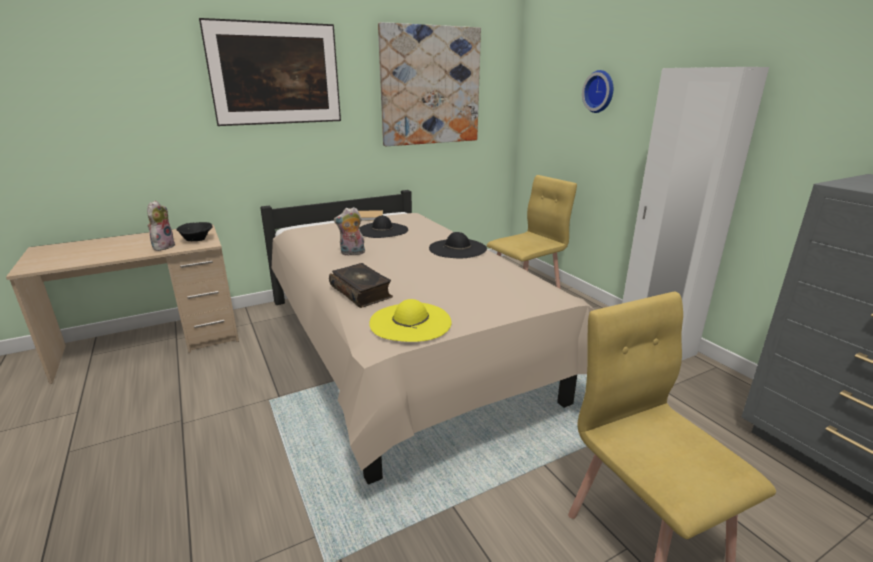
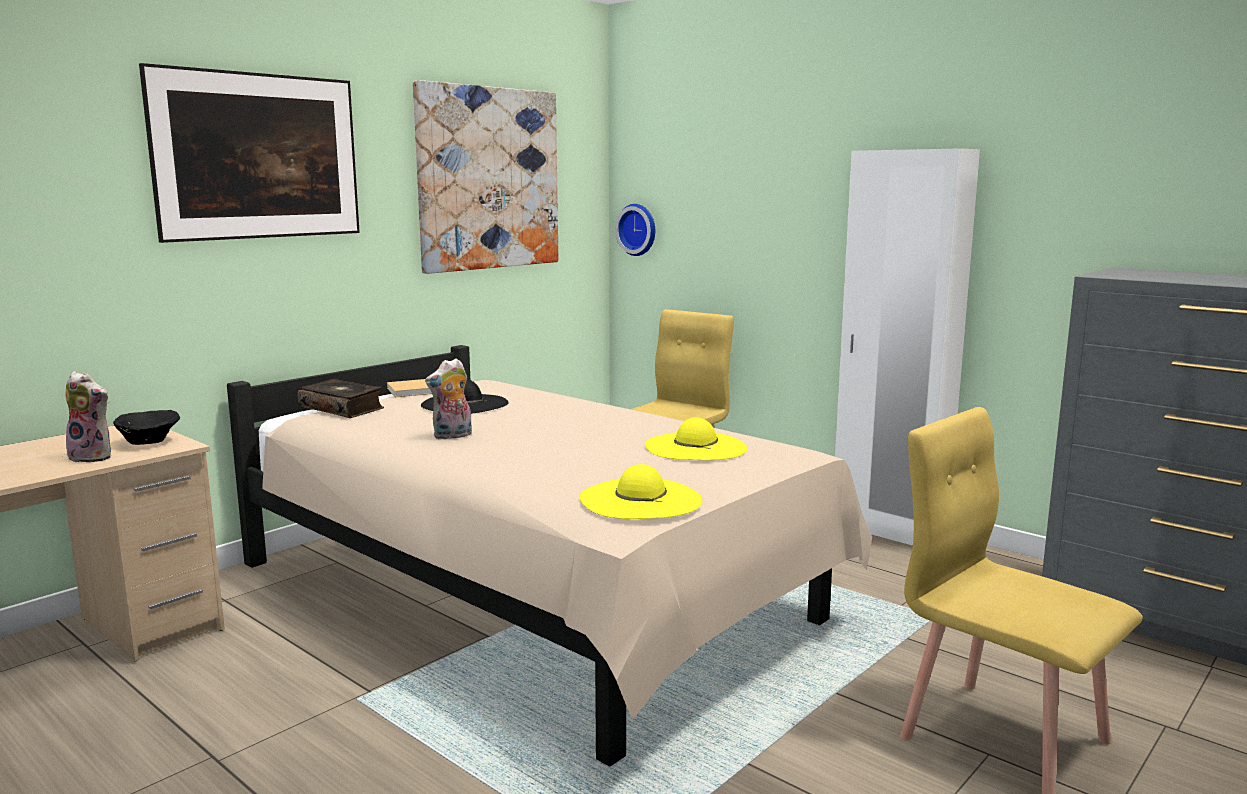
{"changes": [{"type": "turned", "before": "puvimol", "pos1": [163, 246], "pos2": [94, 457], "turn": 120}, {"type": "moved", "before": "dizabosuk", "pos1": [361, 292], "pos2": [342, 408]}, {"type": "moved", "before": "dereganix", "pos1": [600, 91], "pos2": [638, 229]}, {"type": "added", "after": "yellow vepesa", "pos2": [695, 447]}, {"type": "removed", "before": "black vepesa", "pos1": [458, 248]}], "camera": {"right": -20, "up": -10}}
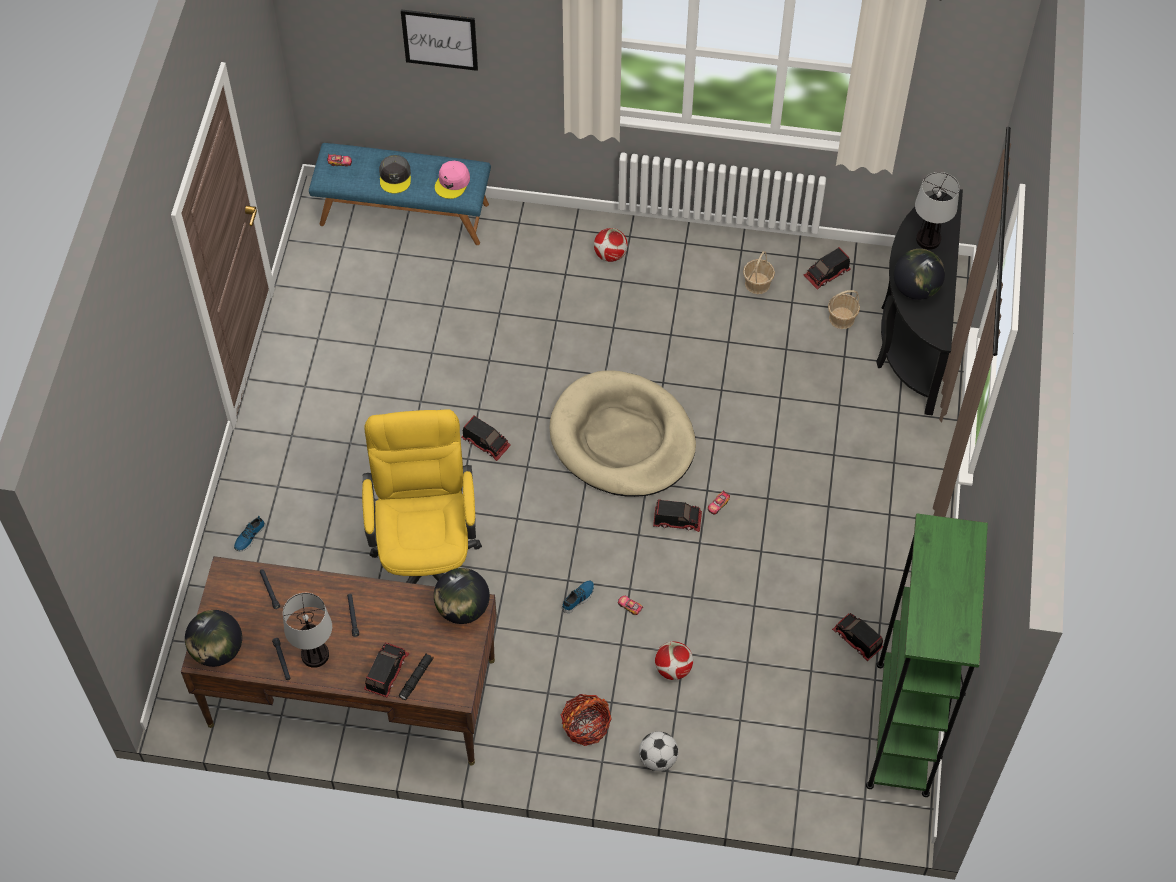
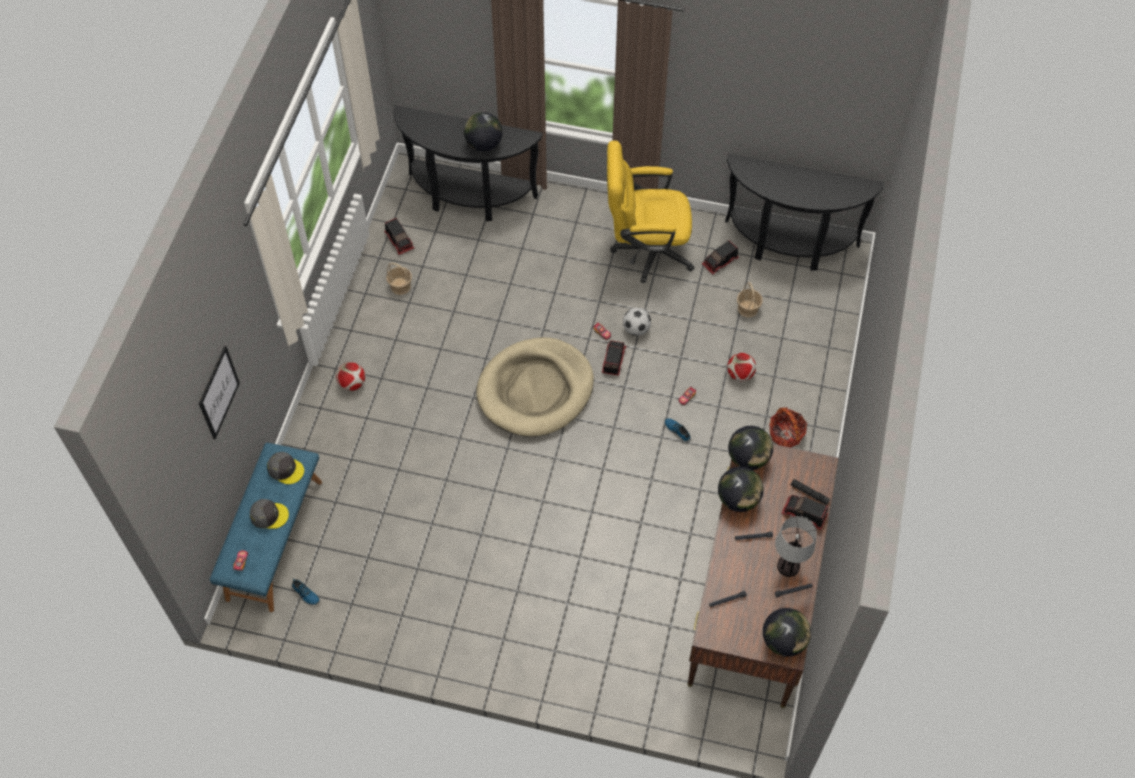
{"changes": [{"type": "recoloured", "before": "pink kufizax", "after": "grey kufizax", "pos1": [452, 182], "pos2": [285, 469]}, {"type": "moved", "before": "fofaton", "pos1": [249, 536], "pos2": [305, 594]}, {"type": "moved", "before": "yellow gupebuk", "pos1": [426, 554], "pos2": [645, 250]}, {"type": "moved", "before": "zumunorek", "pos1": [657, 759], "pos2": [636, 329]}, {"type": "added", "after": "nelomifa", "pos2": [738, 499]}, {"type": "replaced", "before": "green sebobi", "after": "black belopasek", "pos1": [902, 728], "pos2": [789, 245]}, {"type": "moved", "before": "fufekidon", "pos1": [842, 318], "pos2": [748, 308]}, {"type": "removed", "before": "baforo", "pos1": [486, 442]}, {"type": "removed", "before": "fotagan", "pos1": [928, 239]}], "camera": {"right": -85, "up": 0}}
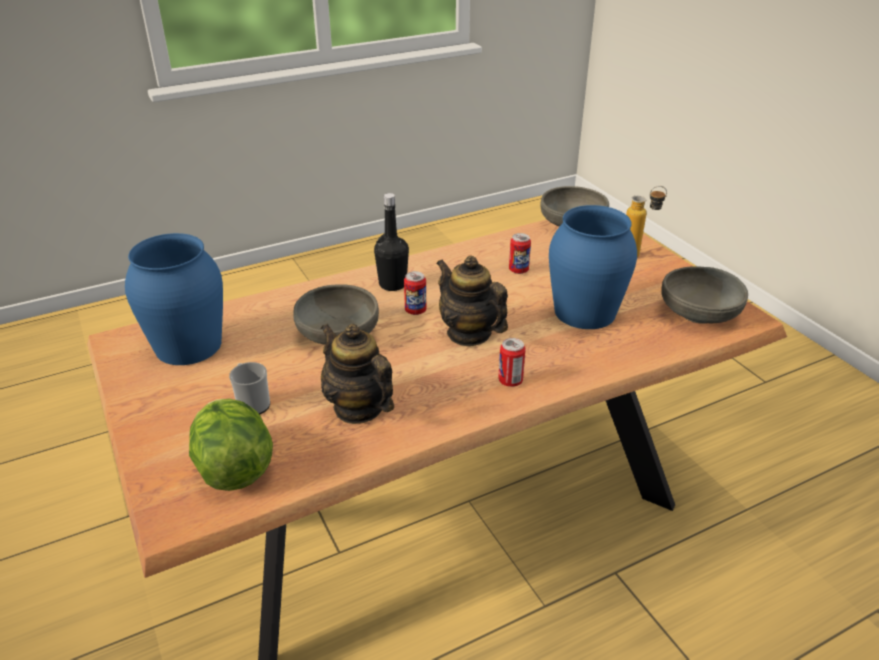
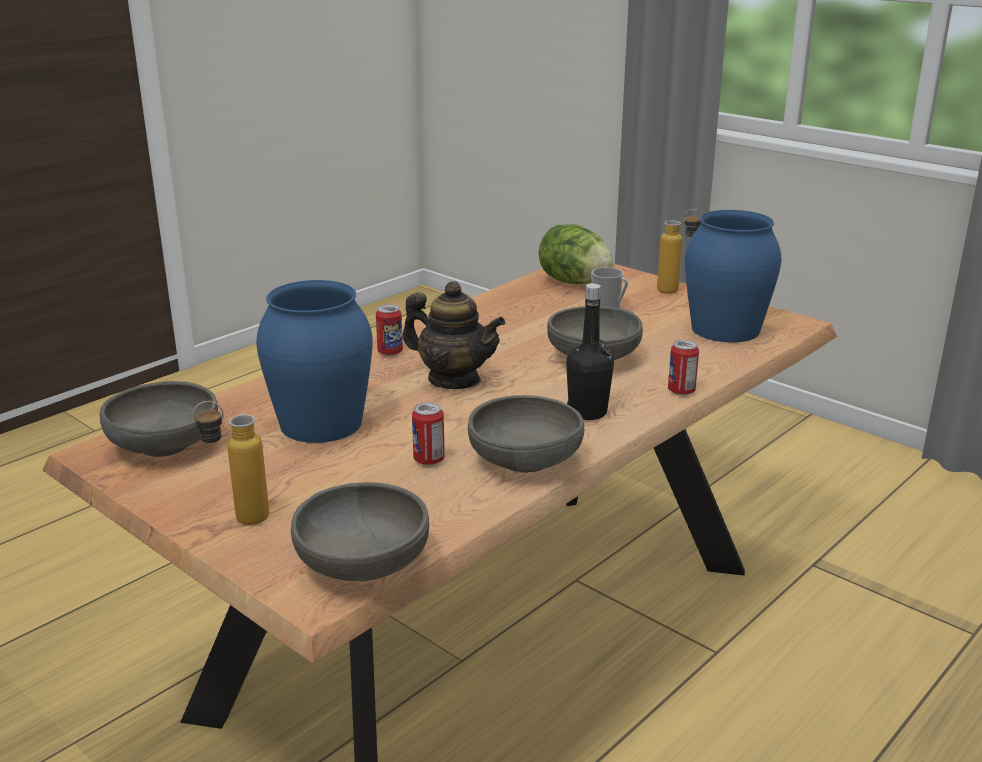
{"changes": [{"type": "added", "after": "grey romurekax", "pos2": [524, 461]}, {"type": "added", "after": "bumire", "pos2": [676, 292]}, {"type": "moved", "before": "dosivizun", "pos1": [415, 311], "pos2": [681, 391]}, {"type": "removed", "before": "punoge", "pos1": [358, 407]}], "camera": {"right": 160, "up": -10}}
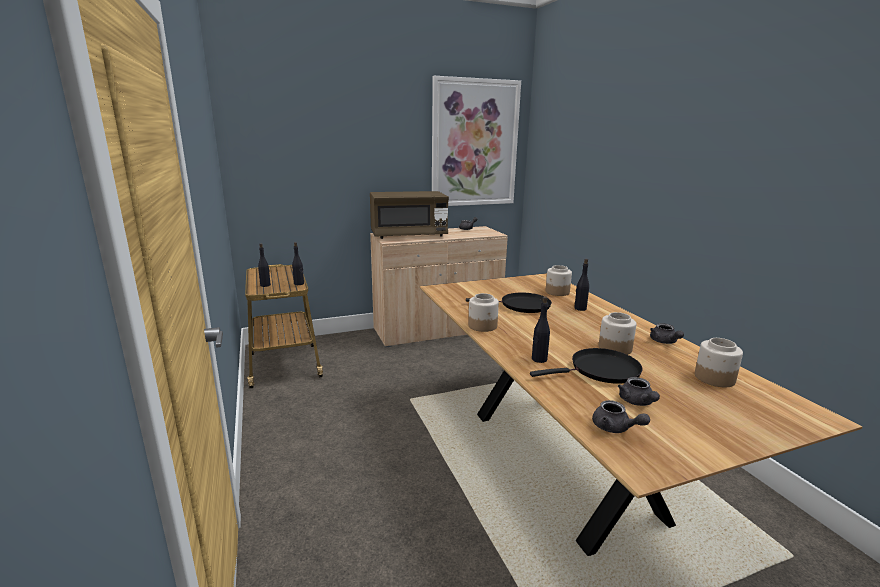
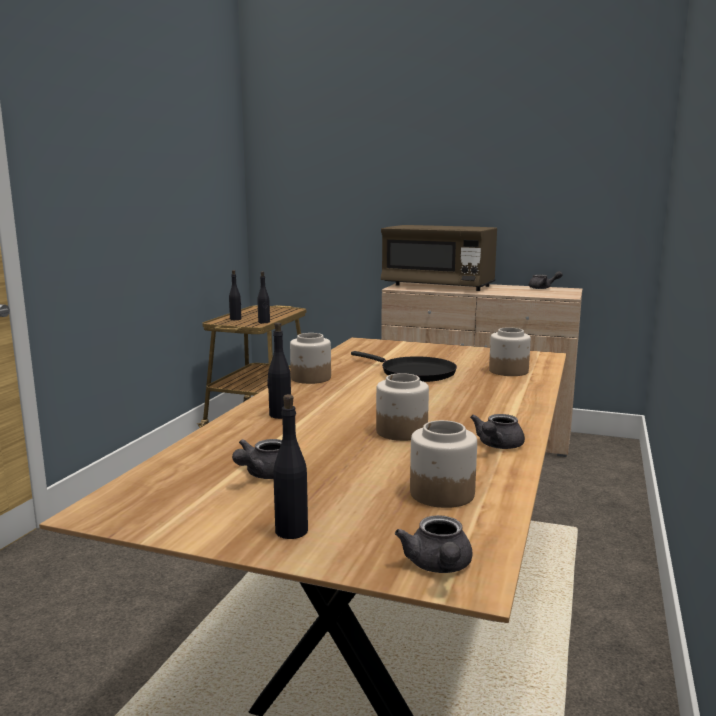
{"changes": [{"type": "moved", "before": "black bumire", "pos1": [580, 308], "pos2": [291, 531]}, {"type": "moved", "before": "grey punoge", "pos1": [615, 428], "pos2": [439, 566]}, {"type": "removed", "before": "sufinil", "pos1": [474, 144]}, {"type": "removed", "before": "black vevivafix", "pos1": [600, 370]}], "camera": {"right": 40, "up": -5}}
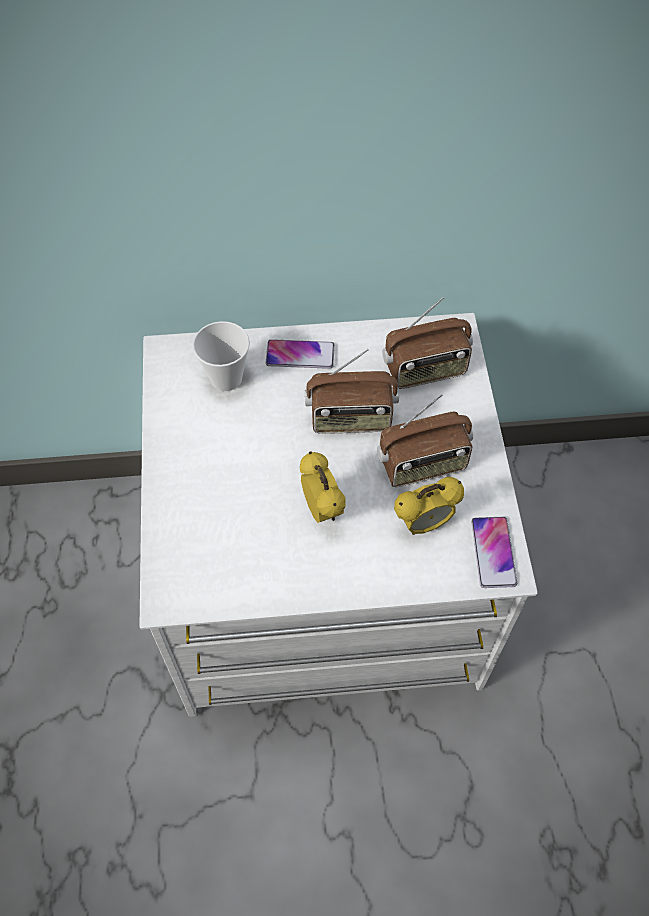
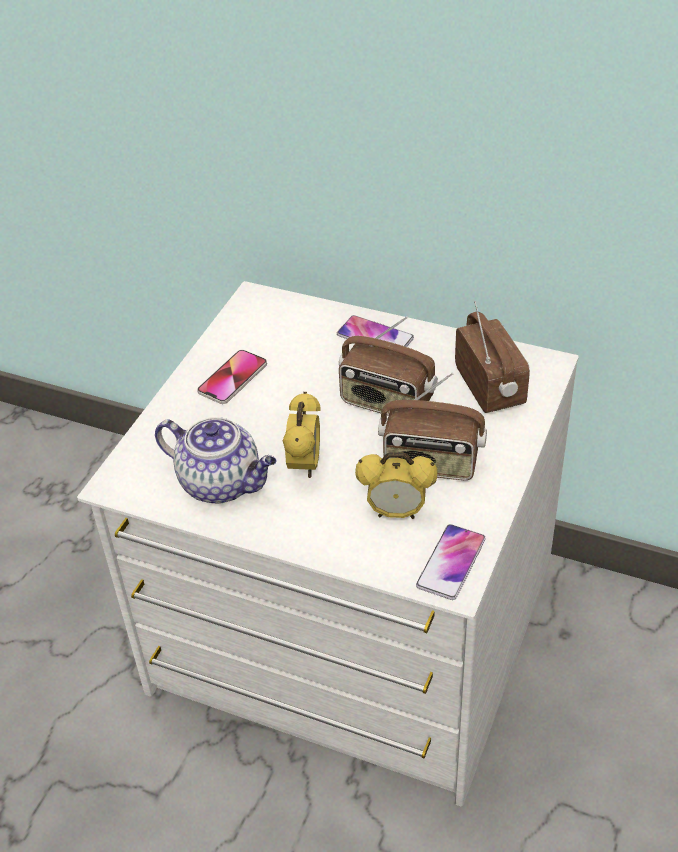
{"changes": [{"type": "added", "after": "punoge", "pos2": [222, 483]}, {"type": "added", "after": "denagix", "pos2": [232, 378]}, {"type": "turned", "before": "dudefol", "pos1": [425, 370], "pos2": [491, 387], "turn": -120}, {"type": "removed", "before": "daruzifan", "pos1": [226, 378]}], "camera": {"right": 30, "up": -15}}
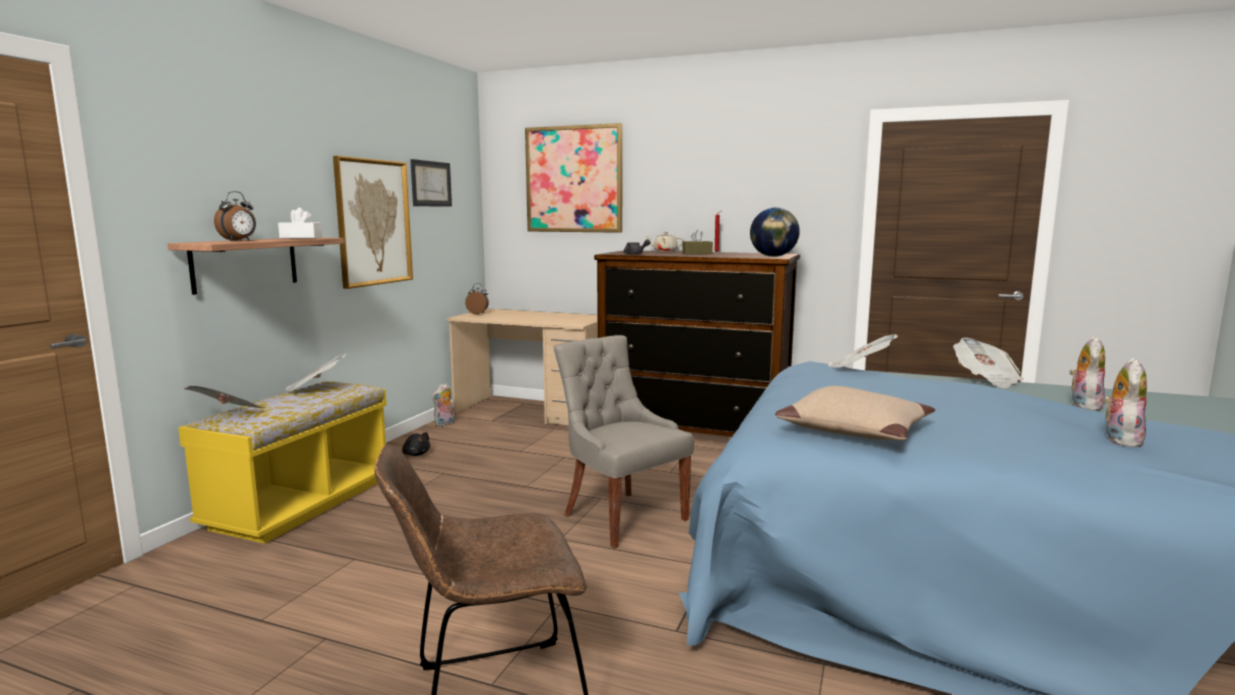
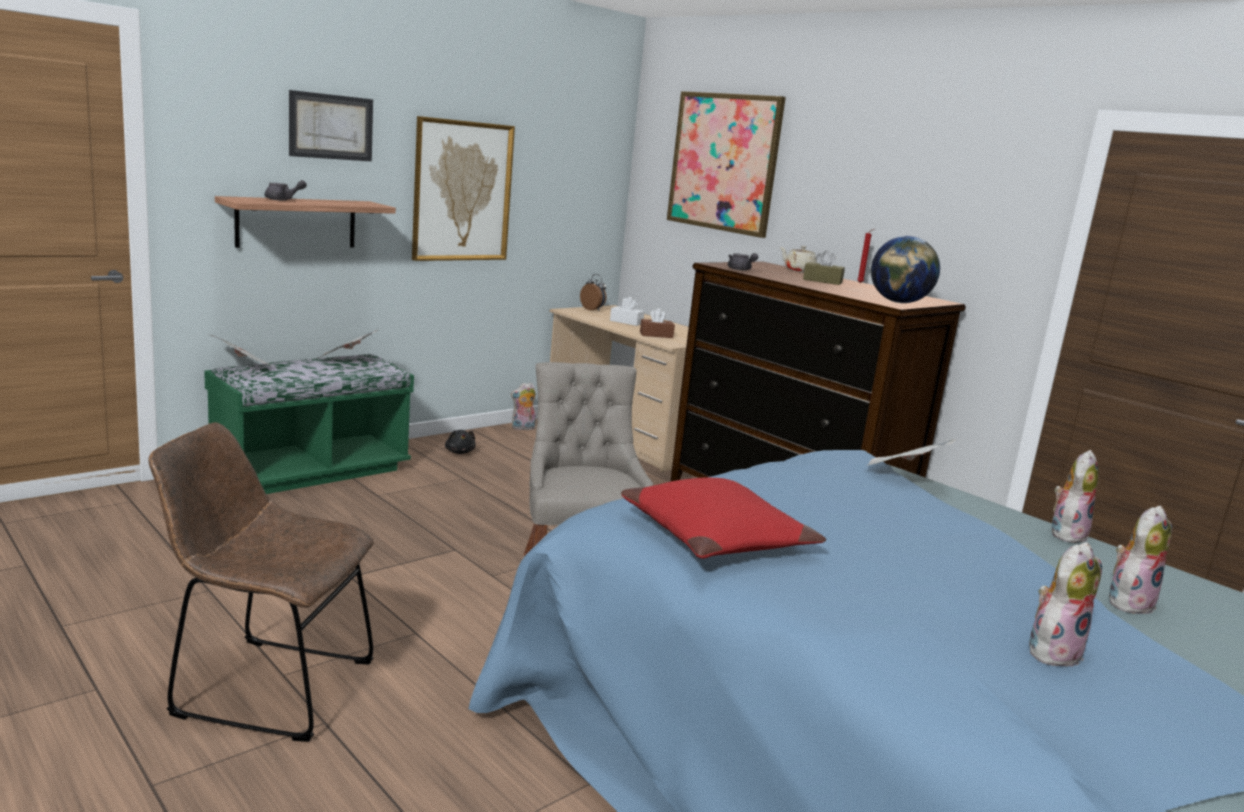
{"changes": [{"type": "recoloured", "before": "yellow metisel", "after": "green metisel", "pos1": [300, 504], "pos2": [311, 471]}, {"type": "replaced", "before": "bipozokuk", "after": "grey punoge", "pos1": [239, 240], "pos2": [283, 200]}, {"type": "moved", "before": "sufinil", "pos1": [431, 184], "pos2": [331, 127]}, {"type": "moved", "before": "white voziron", "pos1": [301, 238], "pos2": [626, 322]}, {"type": "recoloured", "before": "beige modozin", "after": "red modozin", "pos1": [855, 430], "pos2": [717, 537]}, {"type": "added", "after": "brown voziron", "pos2": [656, 335]}, {"type": "replaced", "before": "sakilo", "after": "puvimol", "pos1": [986, 380], "pos2": [1066, 533]}], "camera": {"right": 25, "up": 5}}
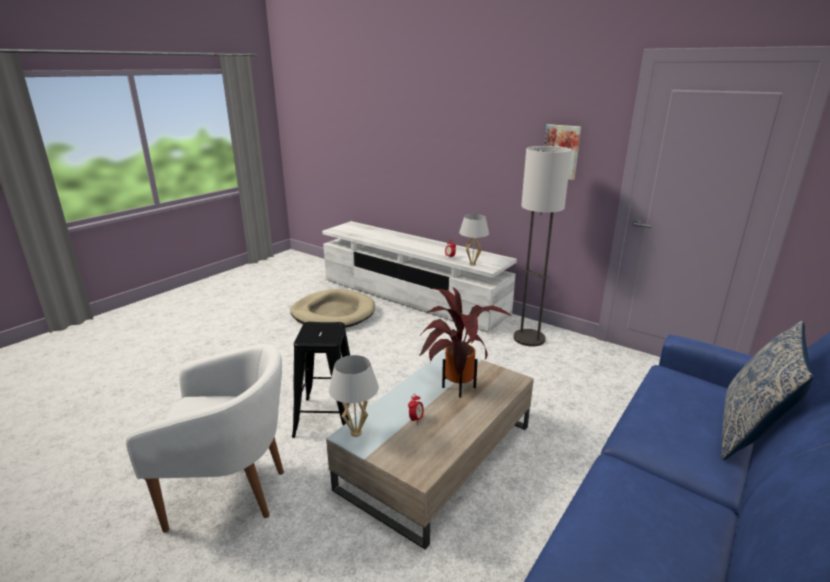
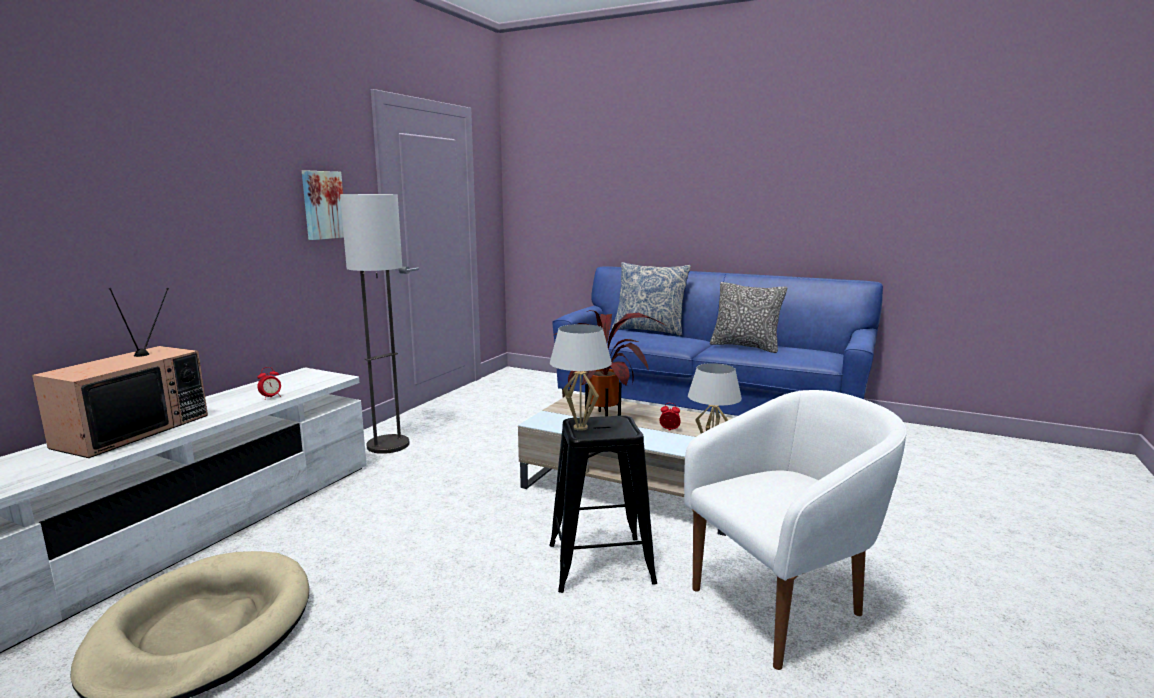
{"changes": [{"type": "added", "after": "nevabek", "pos2": [133, 430]}, {"type": "moved", "before": "white fotagan", "pos1": [472, 264], "pos2": [580, 428]}, {"type": "turned", "before": "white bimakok", "pos1": [231, 493], "pos2": [784, 606], "turn": 75}, {"type": "added", "after": "modozin", "pos2": [745, 346]}], "camera": {"right": -100, "up": -10}}
